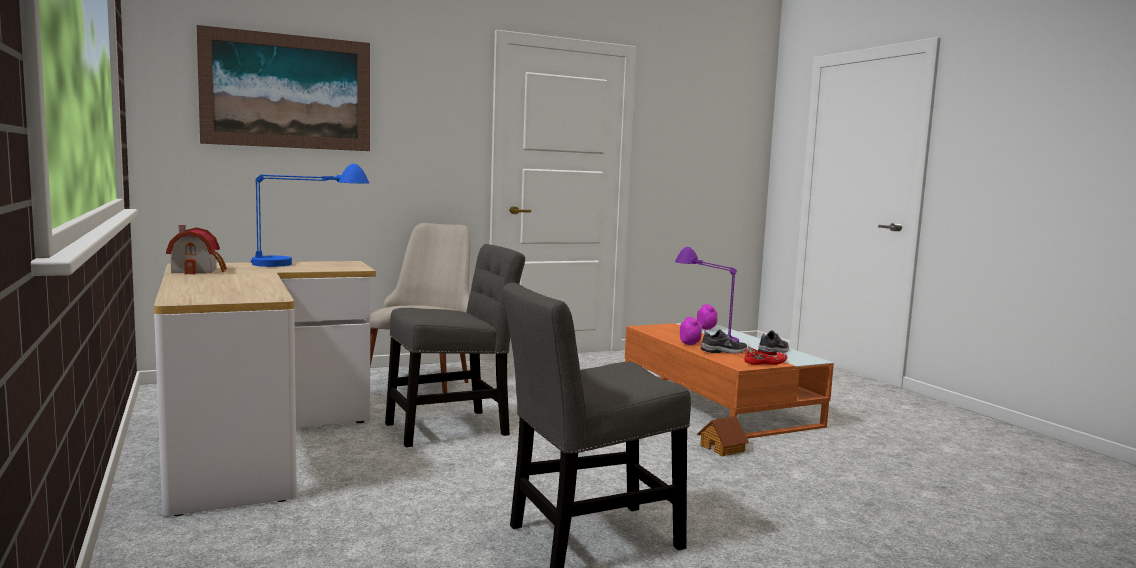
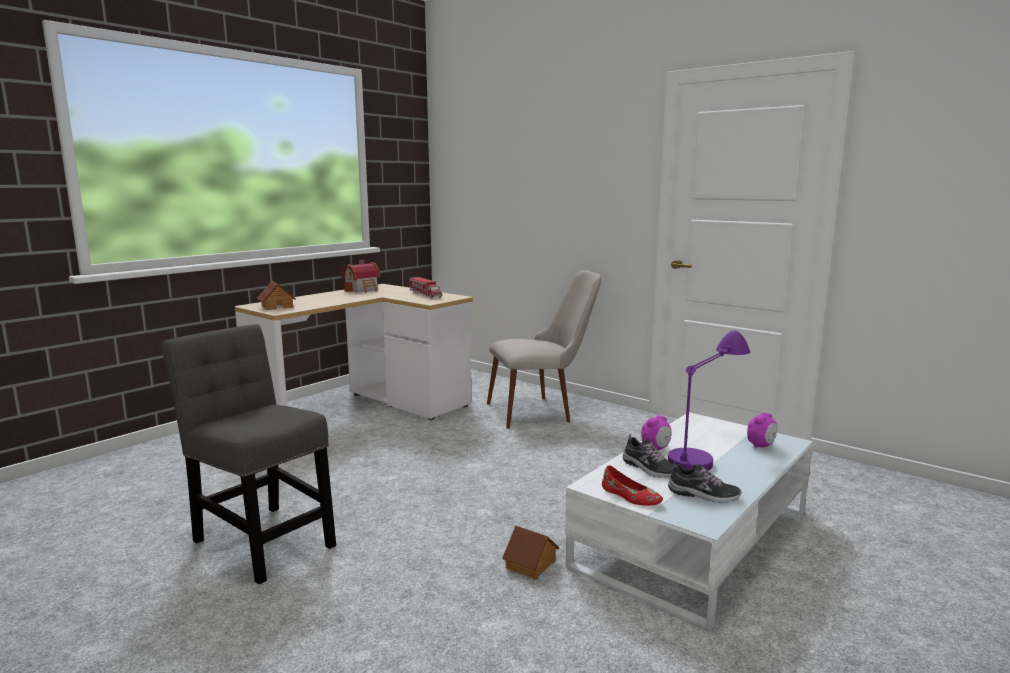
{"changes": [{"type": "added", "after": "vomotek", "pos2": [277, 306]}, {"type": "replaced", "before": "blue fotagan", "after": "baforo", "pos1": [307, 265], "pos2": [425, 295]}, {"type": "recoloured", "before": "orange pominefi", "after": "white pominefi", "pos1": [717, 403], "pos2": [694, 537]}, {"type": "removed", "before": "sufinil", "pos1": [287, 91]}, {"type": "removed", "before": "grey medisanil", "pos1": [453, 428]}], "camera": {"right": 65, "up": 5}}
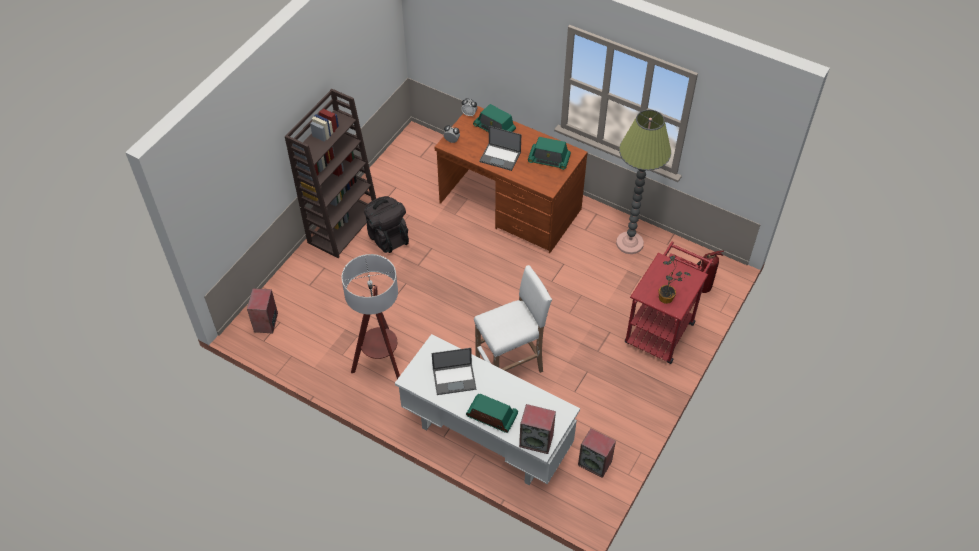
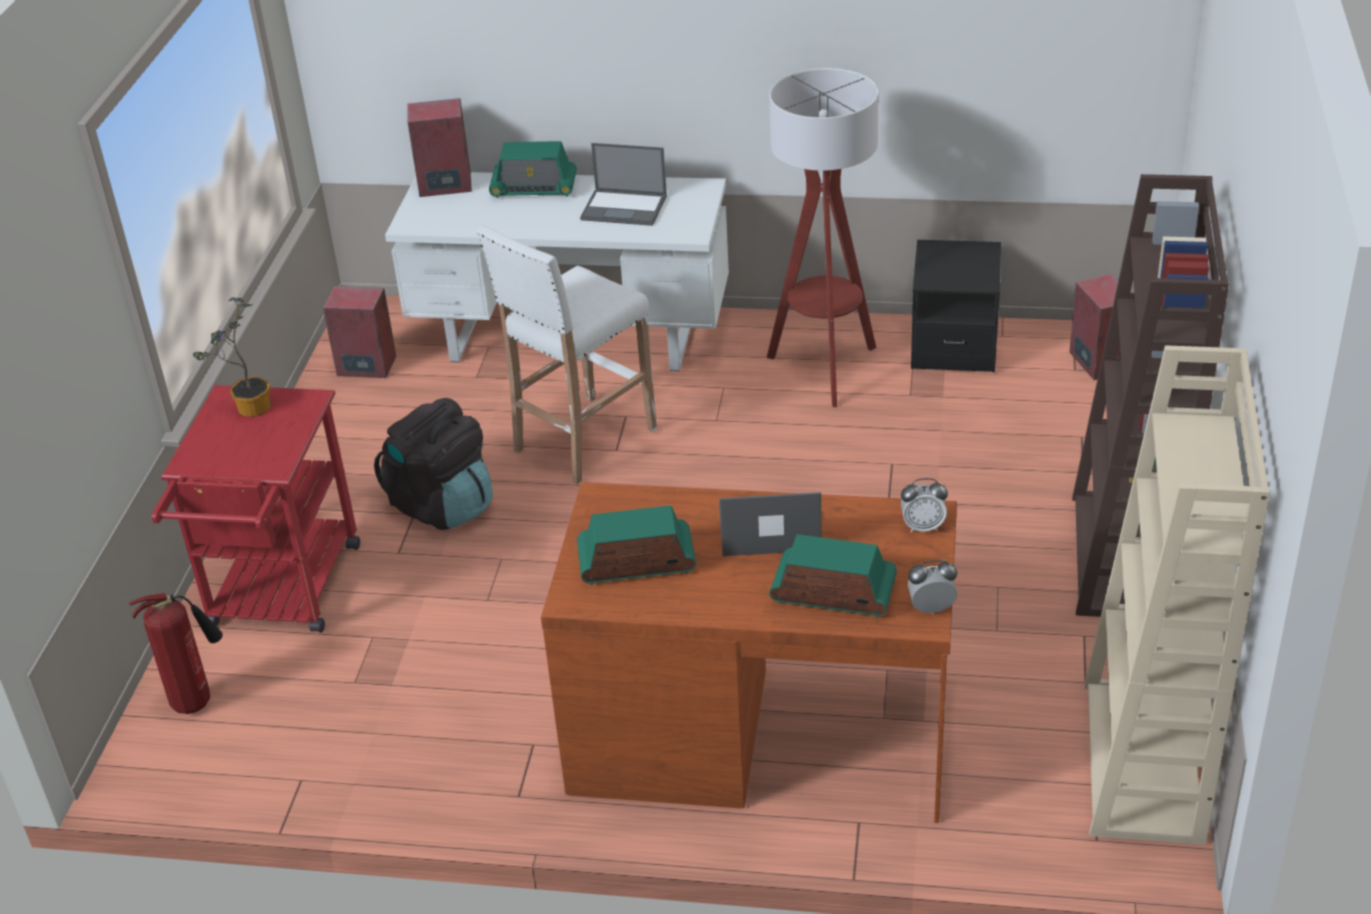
{"changes": [{"type": "moved", "before": "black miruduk", "pos1": [387, 236], "pos2": [442, 505]}, {"type": "turned", "before": "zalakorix", "pos1": [455, 378], "pos2": [625, 208], "turn": -135}, {"type": "added", "after": "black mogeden", "pos2": [954, 345]}, {"type": "added", "after": "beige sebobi", "pos2": [1144, 762]}, {"type": "removed", "before": "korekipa", "pos1": [629, 243]}], "camera": {"right": 160, "up": -15}}
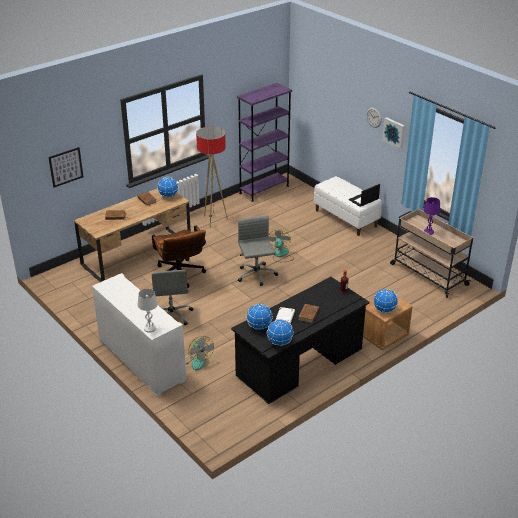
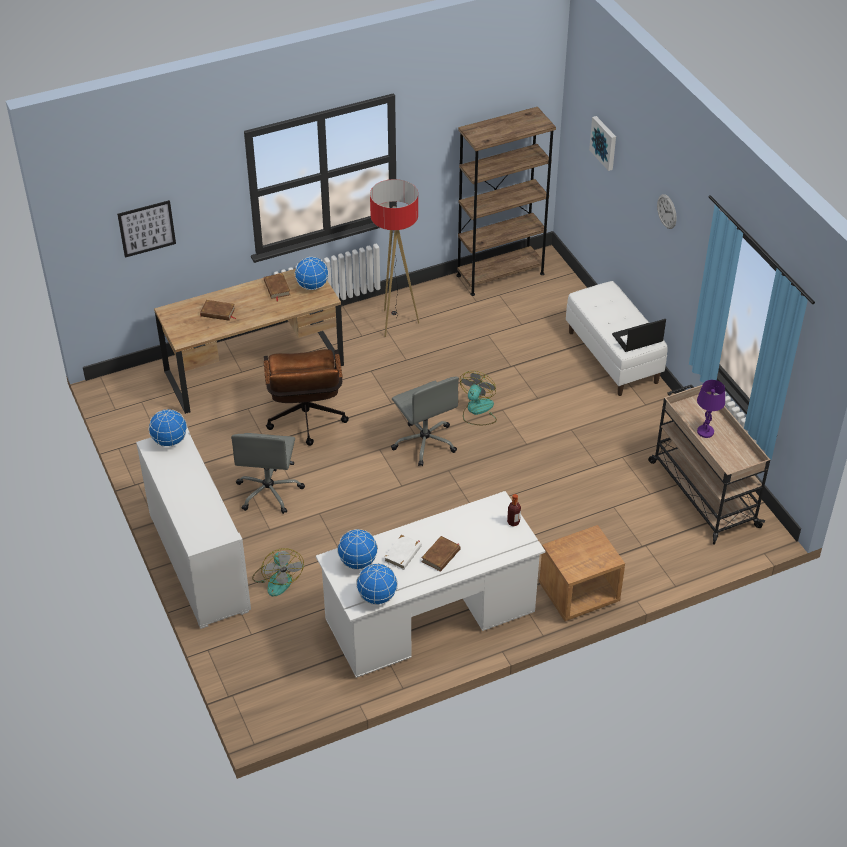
{"changes": [{"type": "moved", "before": "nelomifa", "pos1": [384, 310], "pos2": [169, 441]}, {"type": "recoloured", "before": "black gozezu", "after": "white gozezu", "pos1": [300, 363], "pos2": [430, 616]}, {"type": "turned", "before": "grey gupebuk", "pos1": [256, 275], "pos2": [424, 442], "turn": 150}, {"type": "recoloured", "before": "purple sebobi", "after": "brown sebobi", "pos1": [264, 189], "pos2": [500, 274]}, {"type": "moved", "before": "sufinil", "pos1": [394, 132], "pos2": [604, 142]}, {"type": "removed", "before": "white fotagan", "pos1": [150, 328]}], "camera": {"right": 15, "up": 10}}
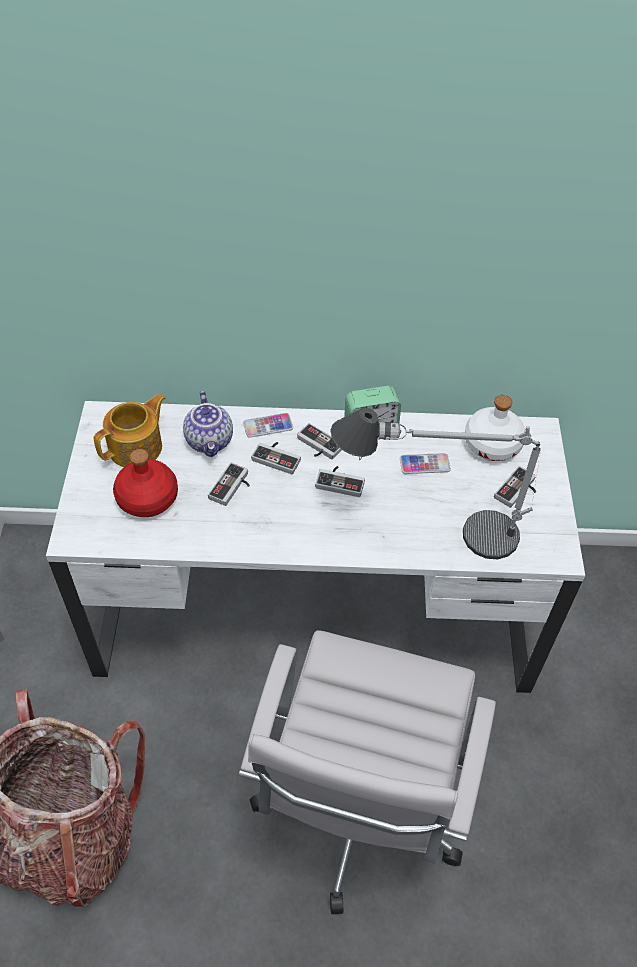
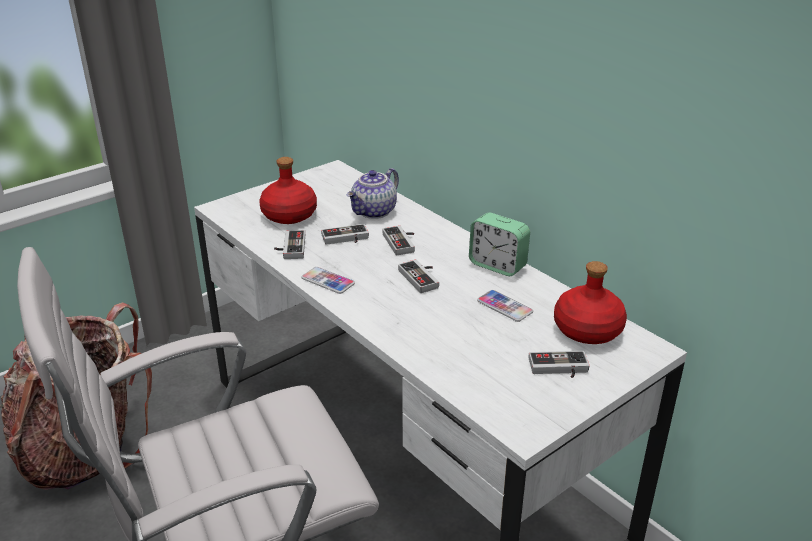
{"changes": [{"type": "moved", "before": "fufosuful", "pos1": [317, 446], "pos2": [289, 247]}, {"type": "moved", "before": "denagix", "pos1": [268, 426], "pos2": [328, 281]}, {"type": "recoloured", "before": "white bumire", "after": "red bumire", "pos1": [492, 444], "pos2": [587, 330]}, {"type": "removed", "before": "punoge", "pos1": [137, 447]}, {"type": "removed", "before": "fotagan", "pos1": [431, 532]}], "camera": {"right": 50, "up": -20}}
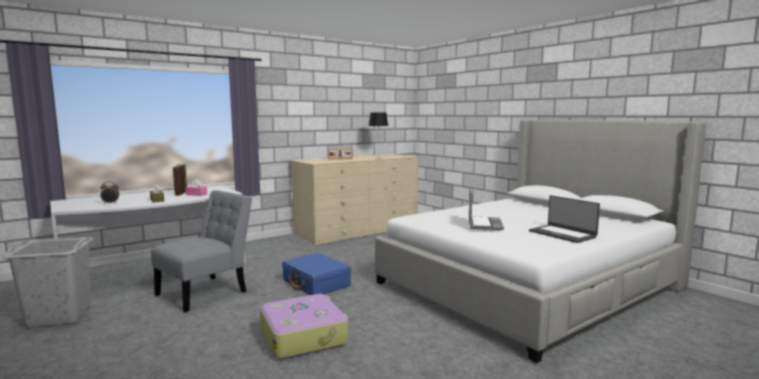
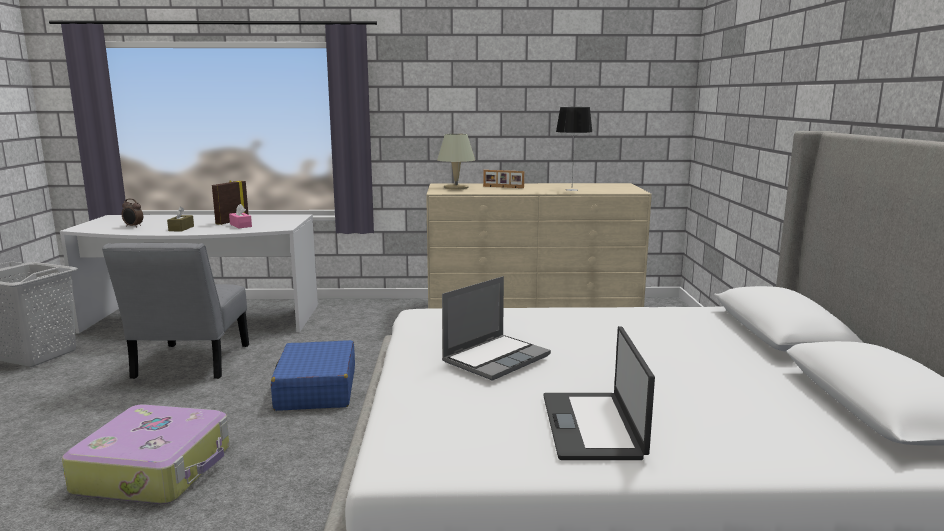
{"changes": [{"type": "turned", "before": "grey medisanil", "pos1": [206, 292], "pos2": [189, 364], "turn": 105}, {"type": "added", "after": "beige fotagan", "pos2": [456, 187]}], "camera": {"right": 35, "up": 5}}
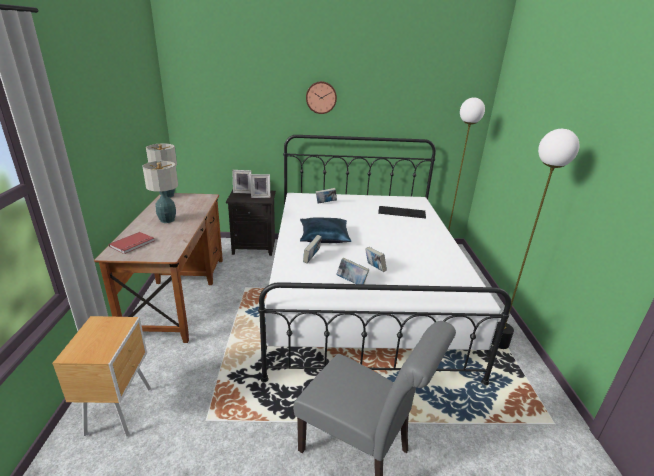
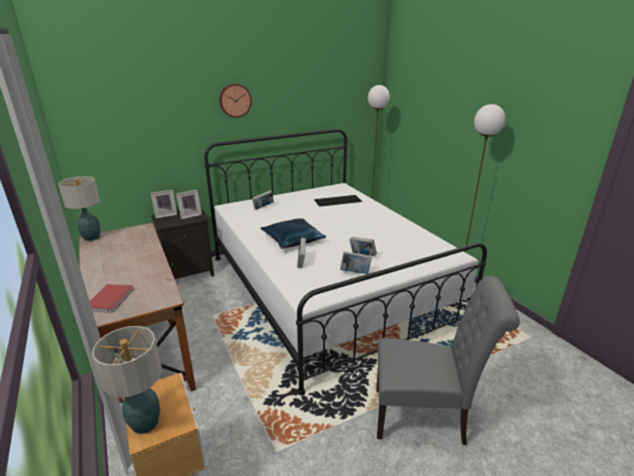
{"changes": [{"type": "moved", "before": "fotagan", "pos1": [167, 220], "pos2": [144, 423]}], "camera": {"right": -25, "up": 0}}
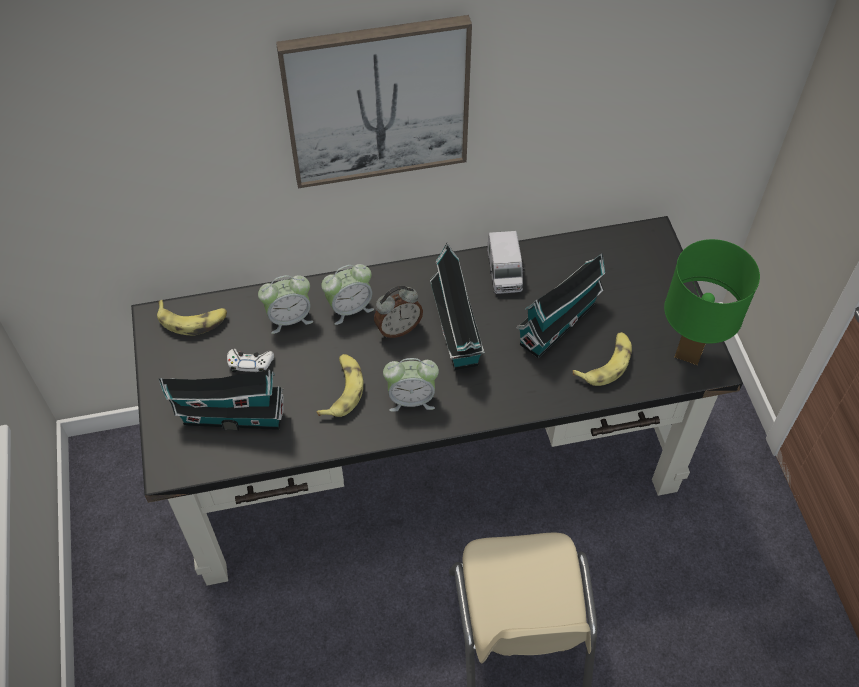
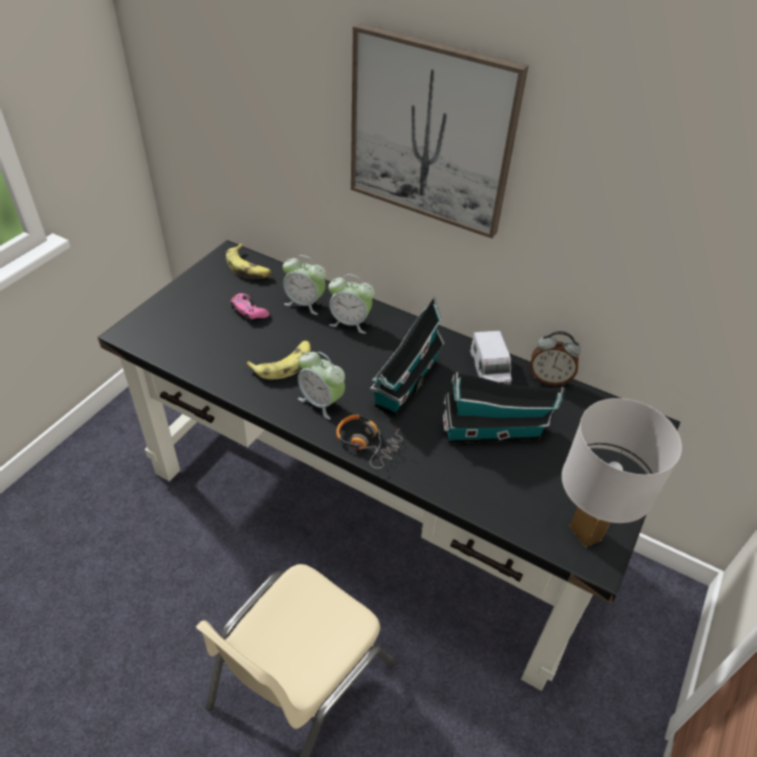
{"changes": [{"type": "recoloured", "before": "white fufosuful", "after": "pink fufosuful", "pos1": [250, 363], "pos2": [249, 311]}, {"type": "added", "after": "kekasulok", "pos2": [367, 443]}, {"type": "turned", "before": "baforo", "pos1": [504, 272], "pos2": [489, 371], "turn": -45}, {"type": "moved", "before": "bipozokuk", "pos1": [398, 328], "pos2": [549, 378]}, {"type": "recoloured", "before": "green fotagan", "after": "white fotagan", "pos1": [689, 354], "pos2": [586, 533]}, {"type": "removed", "before": "vomotek", "pos1": [229, 416]}, {"type": "removed", "before": "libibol", "pos1": [606, 363]}], "camera": {"right": 40, "up": -10}}
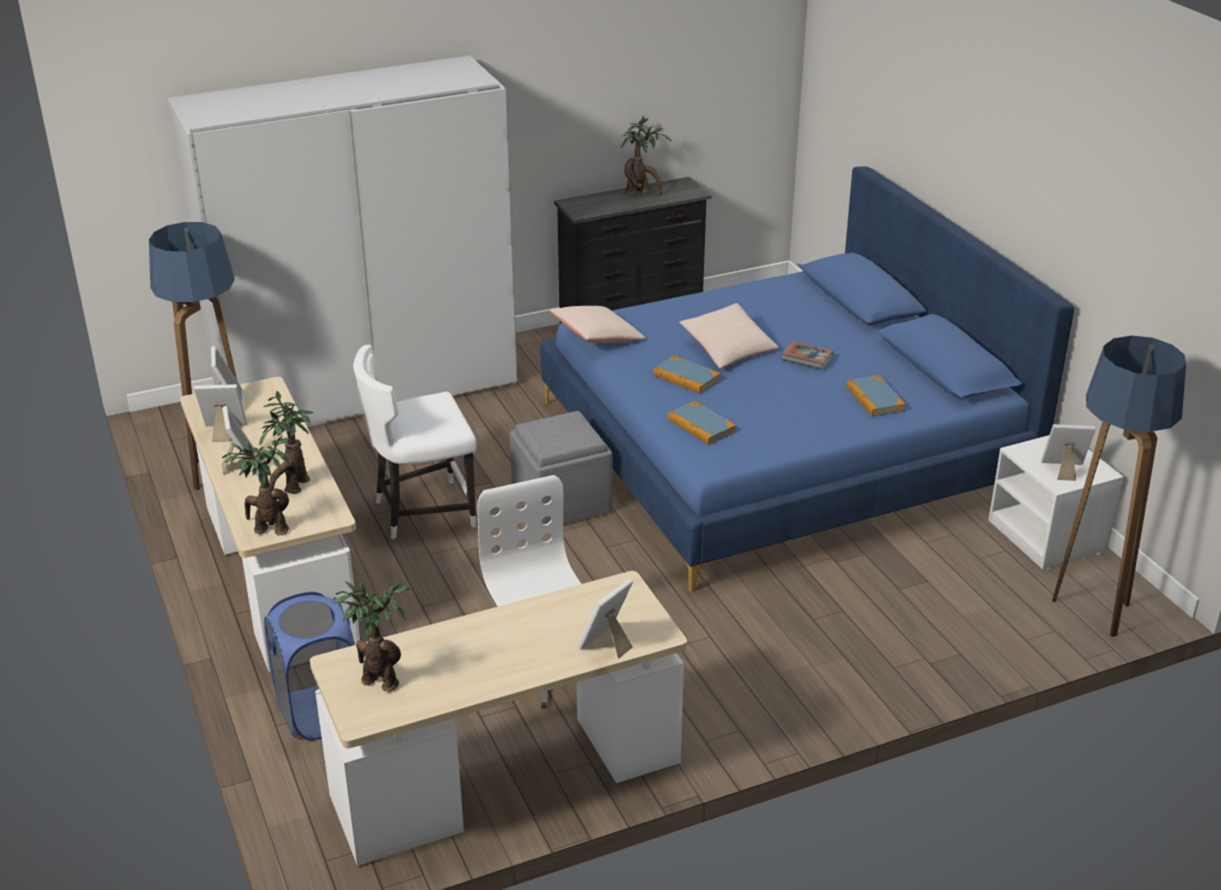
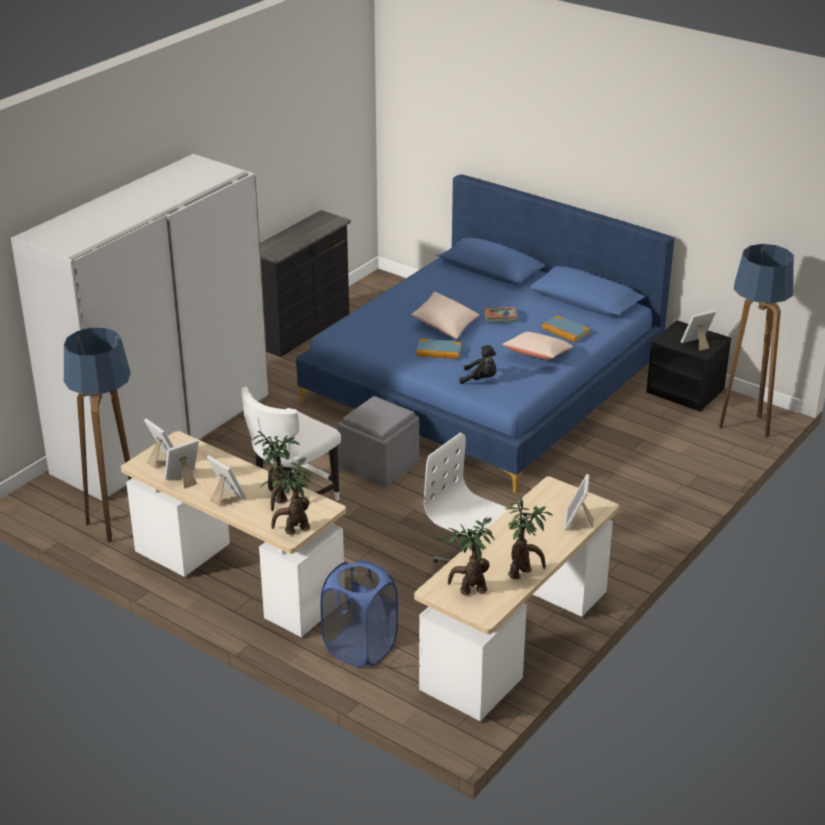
{"changes": [{"type": "replaced", "before": "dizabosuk", "after": "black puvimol", "pos1": [701, 425], "pos2": [480, 379]}, {"type": "moved", "before": "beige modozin", "pos1": [597, 337], "pos2": [537, 355]}, {"type": "moved", "before": "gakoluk", "pos1": [641, 193], "pos2": [523, 572]}, {"type": "recoloured", "before": "white mogeden", "after": "black mogeden", "pos1": [1048, 536], "pos2": [686, 391]}], "camera": {"right": -30, "up": 0}}
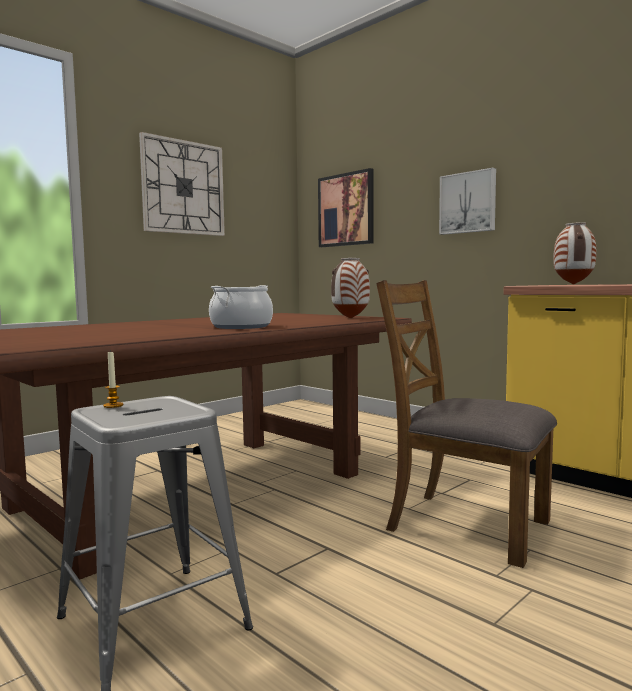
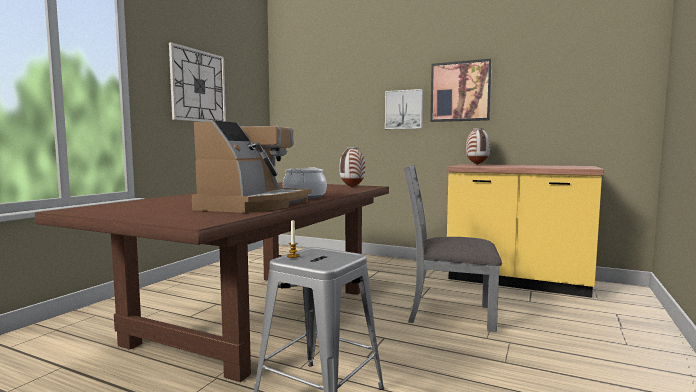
{"changes": [{"type": "added", "after": "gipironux", "pos2": [253, 205]}, {"type": "recoloured", "before": "brown medisanil", "after": "grey medisanil", "pos1": [466, 525], "pos2": [449, 313]}, {"type": "moved", "before": "sufinil", "pos1": [346, 210], "pos2": [460, 91]}], "camera": {"right": -20, "up": 0}}
